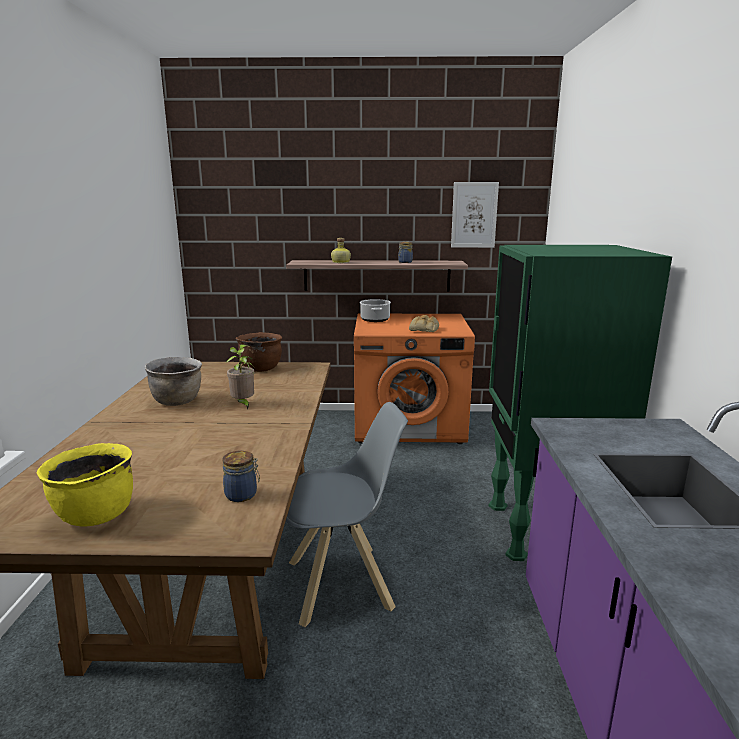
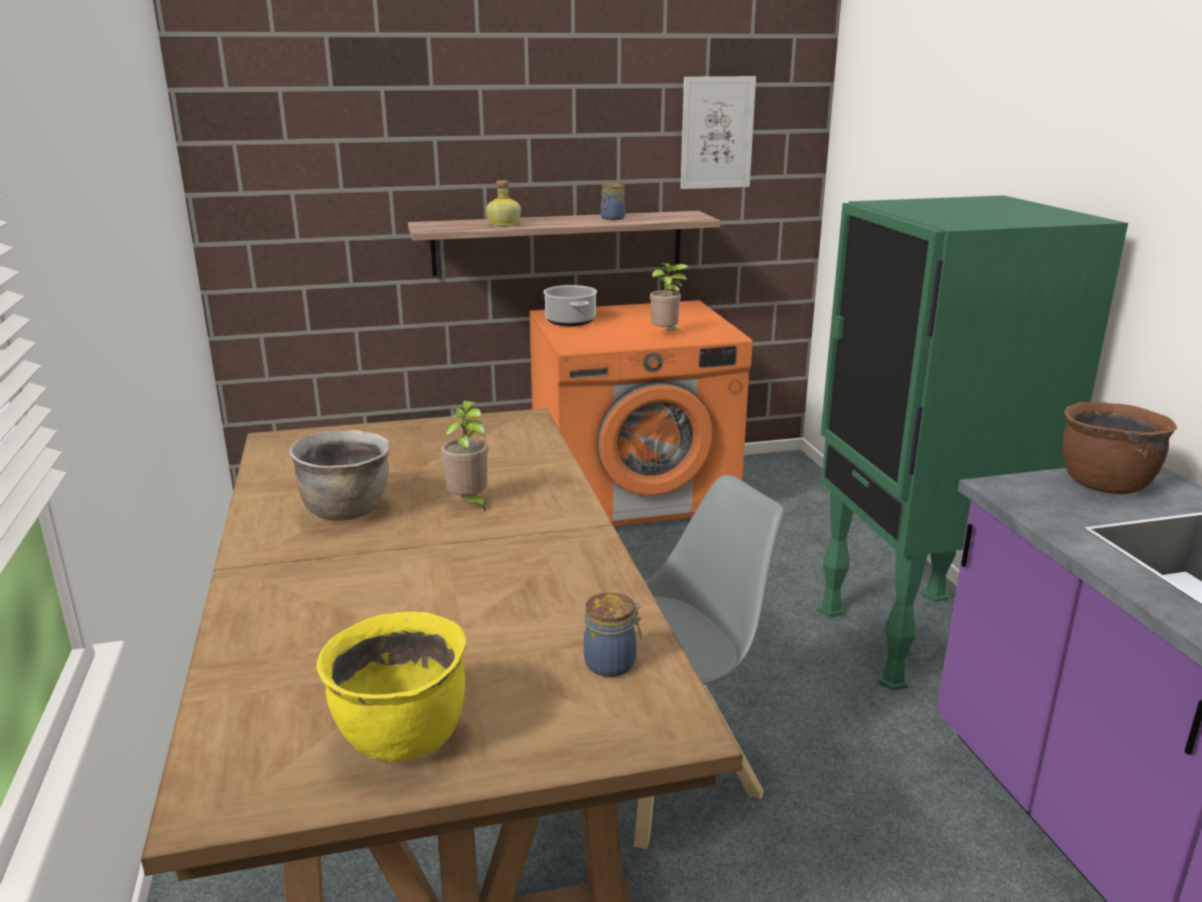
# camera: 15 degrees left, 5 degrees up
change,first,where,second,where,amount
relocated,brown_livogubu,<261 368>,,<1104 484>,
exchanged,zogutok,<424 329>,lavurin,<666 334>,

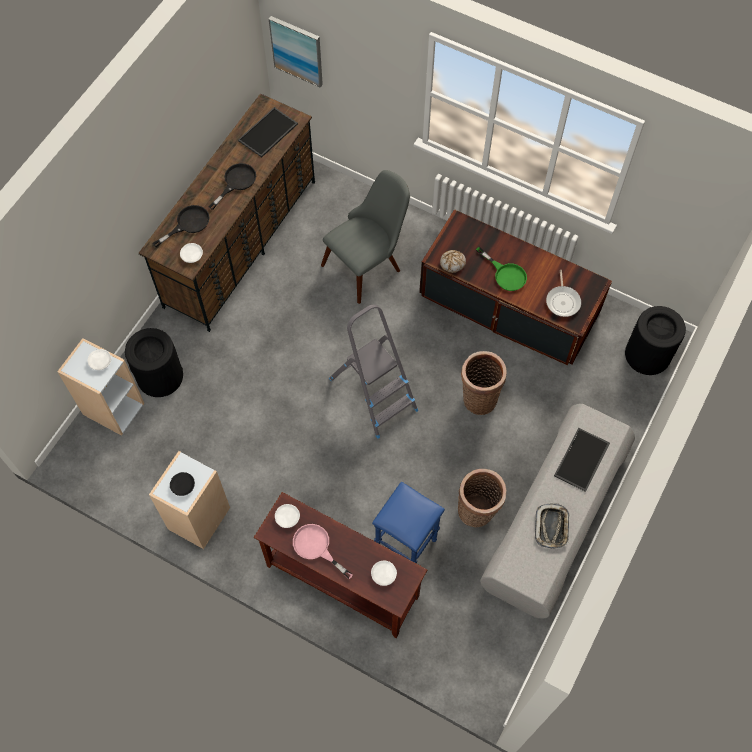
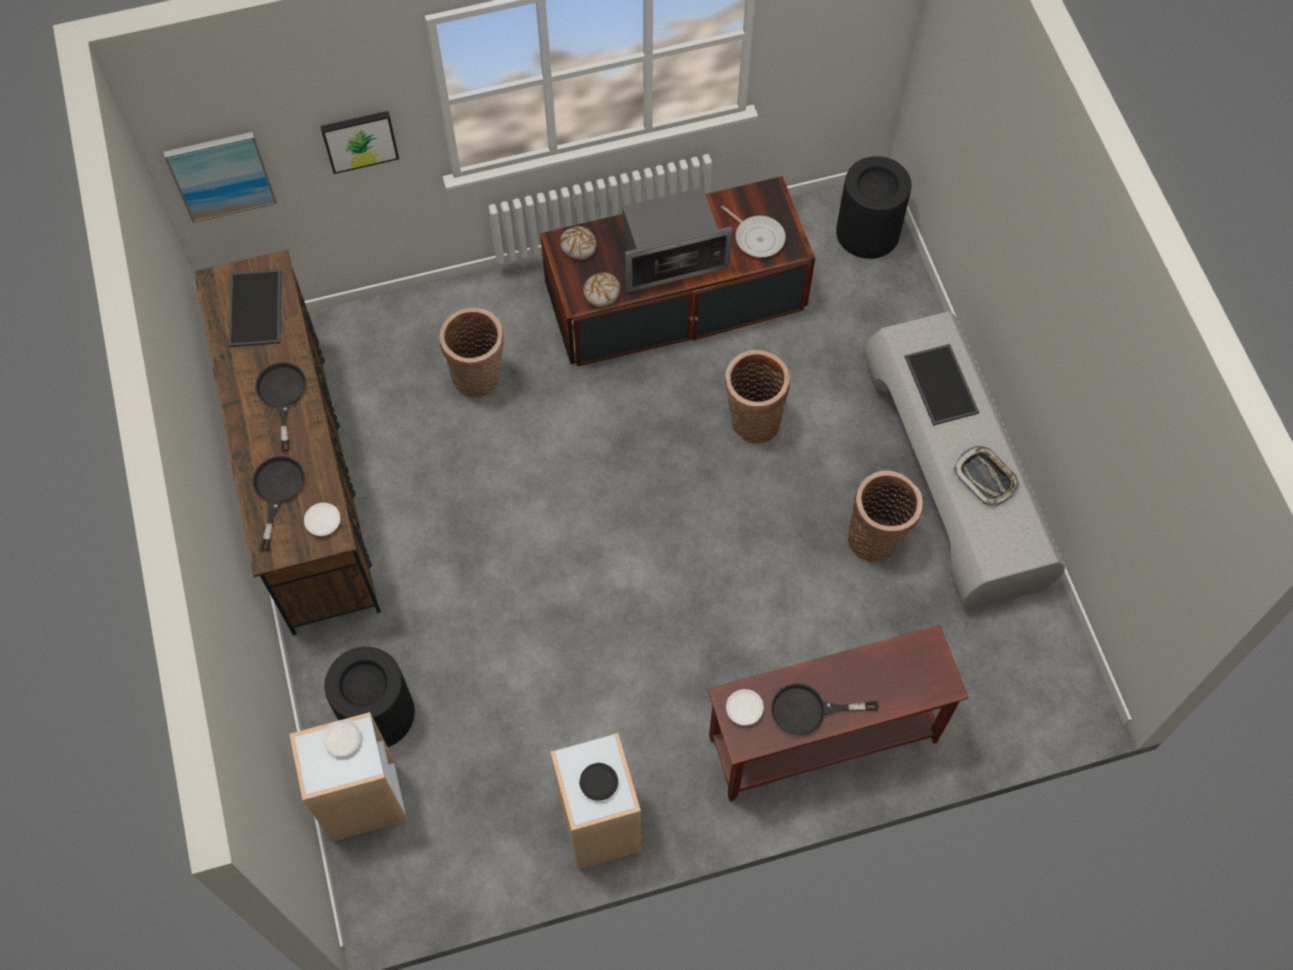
# camera: 45 degrees left, 0 degrees up
change,first,where,second,where,amount
missing,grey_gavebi,<373 395>,,,
missing,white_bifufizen,<384 574>,,,
missing,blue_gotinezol,<406 546>,,,
appeared,,,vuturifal,<359 140>,
appeared,,,zogutok,<578 246>,
exchanged,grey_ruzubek,<368 262>,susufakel,<479 379>,
exchanged,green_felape,<506 274>,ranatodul,<670 258>,
colour,pink_felape,<316 547>,black_felape,<808 710>,

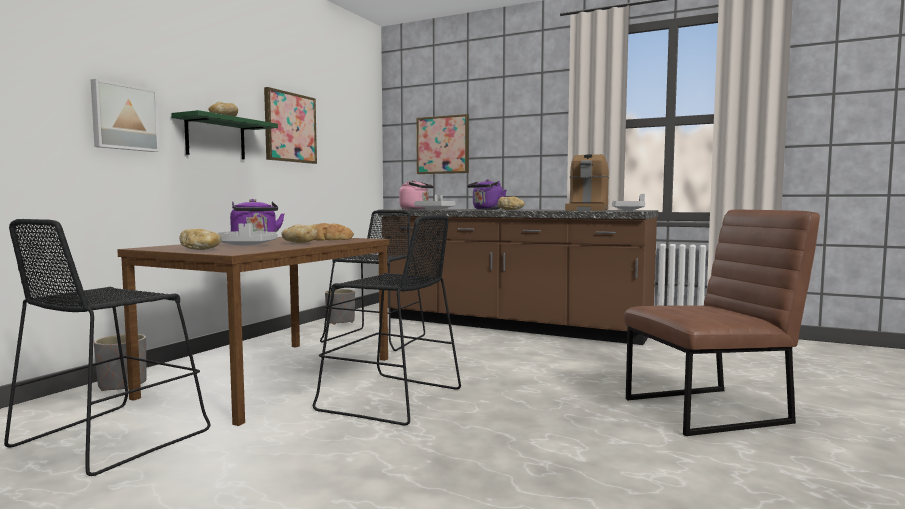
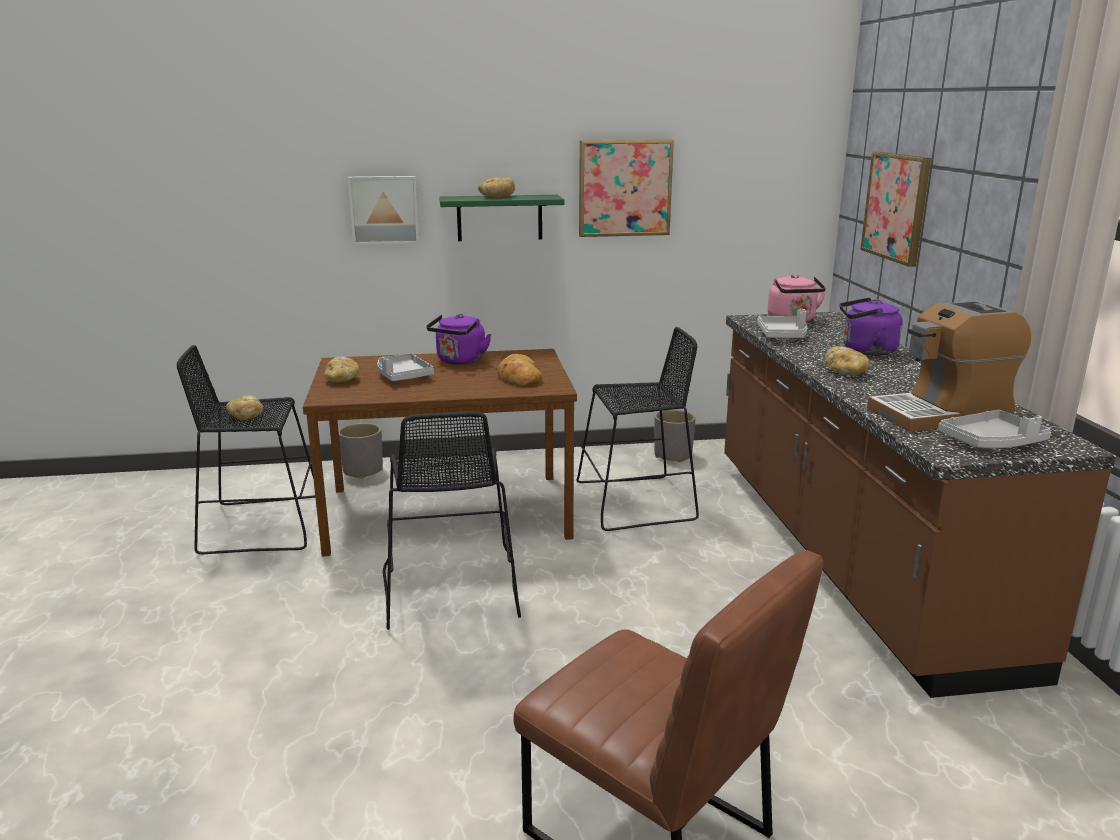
# camera: 55 degrees right, 15 degrees up
change,first,where,second,where,amount
relocated,zogutok,<298 242>,,<246 417>,

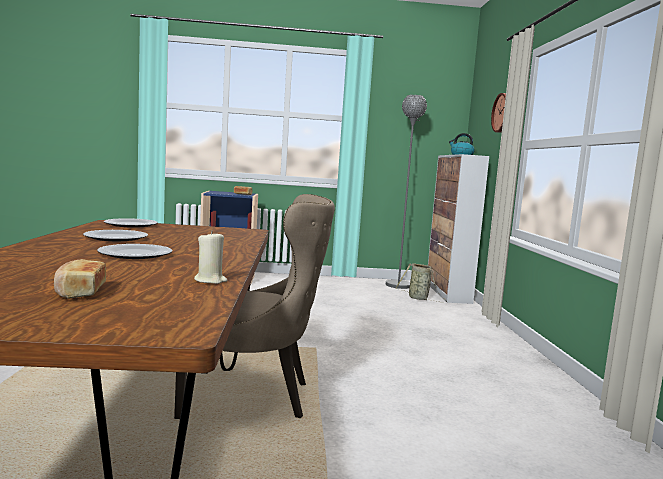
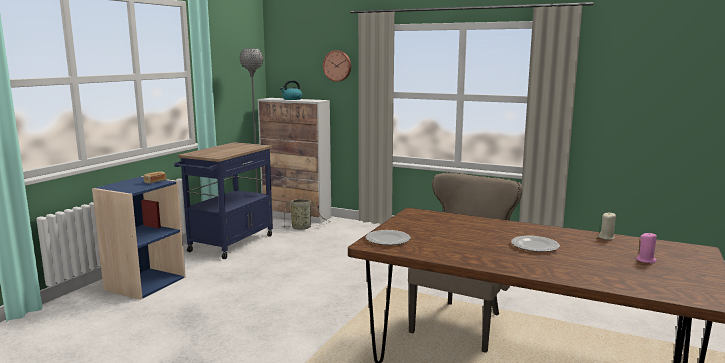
# camera: 60 degrees left, 5 degrees up
change,first,where,second,where,amount
missing,bifufizen,<115 238>,,,
appeared,,,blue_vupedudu,<229 244>,
exchanged,zogutok,<79 292>,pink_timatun,<646 260>,

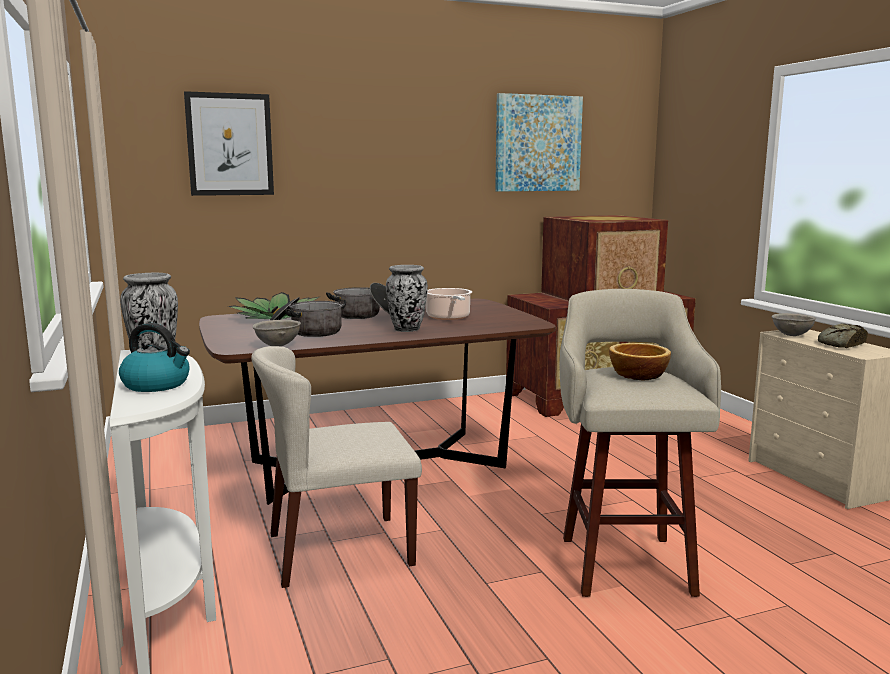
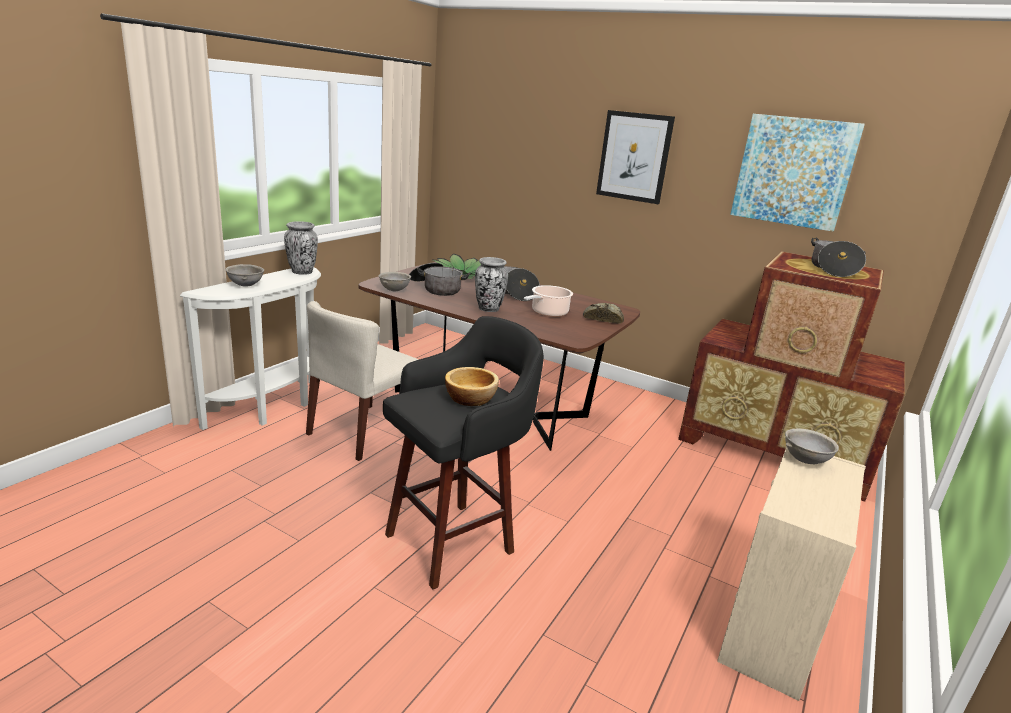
# camera: 50 degrees right, 10 degrees up
change,first,where,second,where,amount
appeared,,,livogubu,<833 269>,
relocated,vuturifal,<230 144>,,<634 157>,
relocated,zogutok,<841 344>,,<602 318>,
exchanged,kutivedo,<157 385>,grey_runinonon,<246 285>,
colour,beige_gotinezol,<625 562>,black_gotinezol,<454 542>,
spun,beige_ruzubek,<339 550>,,<363 431>,90 degrees counterclockwise

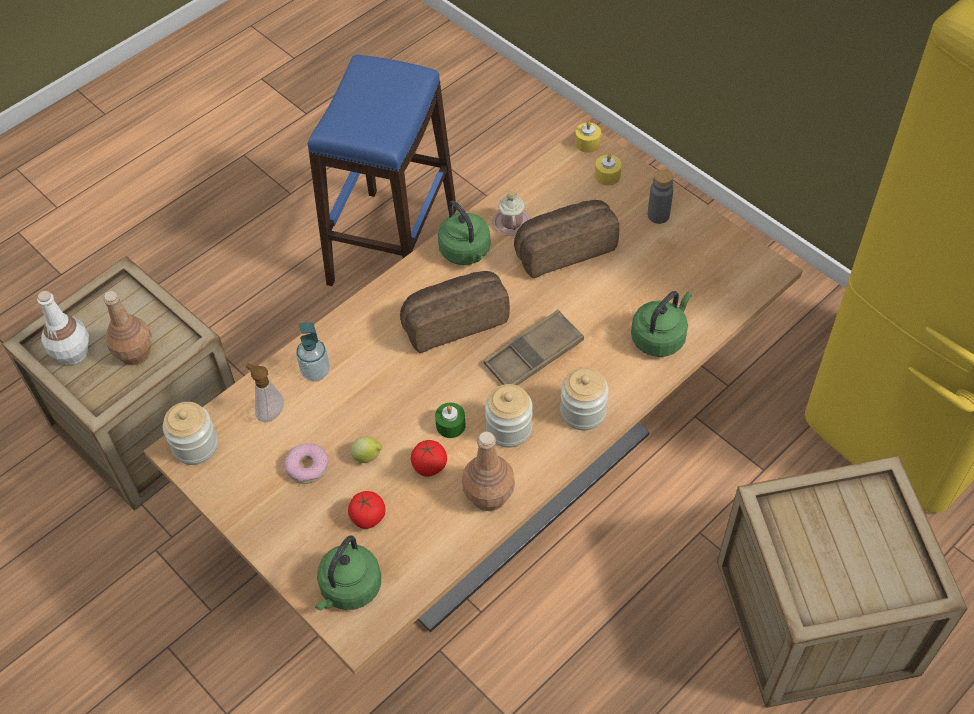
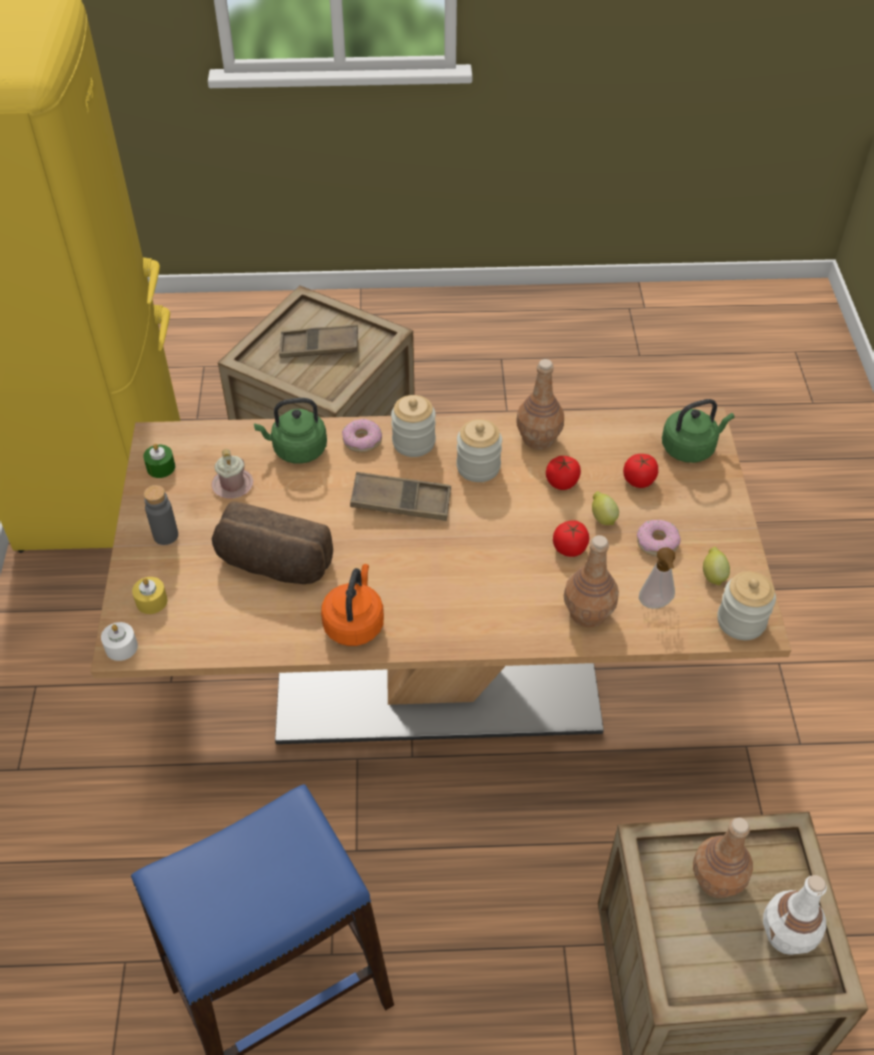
# camera: 140 degrees left, 5 degrees down
change,first,where,second,where,amount
missing,zogutok,<454 320>,,,
appeared,,,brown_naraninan,<319 346>,
appeared,,,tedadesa,<362 440>,
appeared,,,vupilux,<570 548>,
appeared,,,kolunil,<713 575>,
relocated,green_timatun,<450 425>,,<161 467>,
relocated,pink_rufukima,<511 223>,,<232 485>,
exchanged,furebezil,<315 371>,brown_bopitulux,<587 612>,
colour,green_kutivedo,<466 252>,orange_kutivedo,<354 623>,
colour,yellow_timatun,<587 143>,white_timatun,<121 647>,

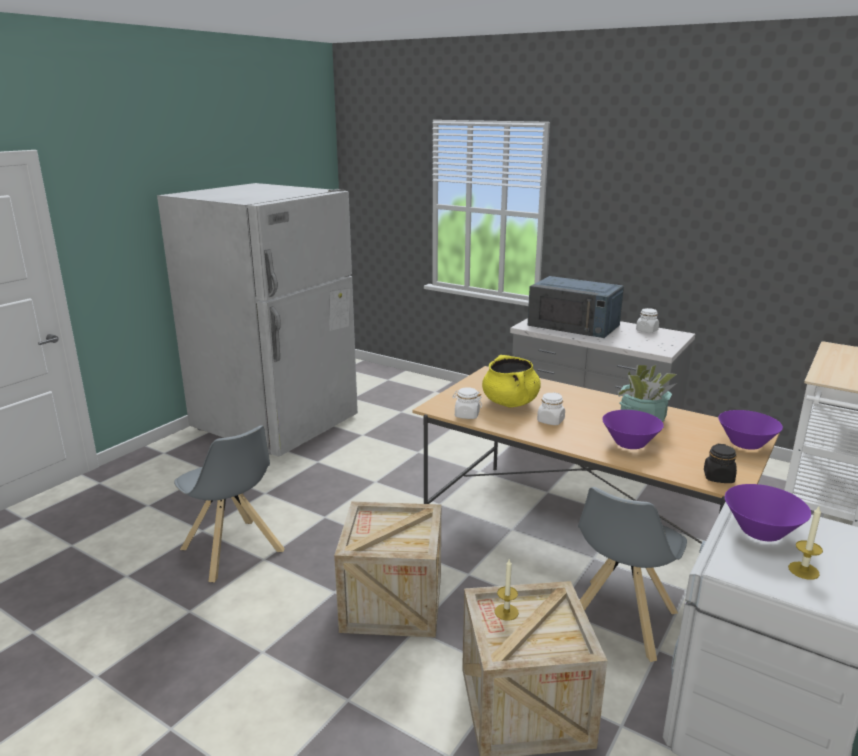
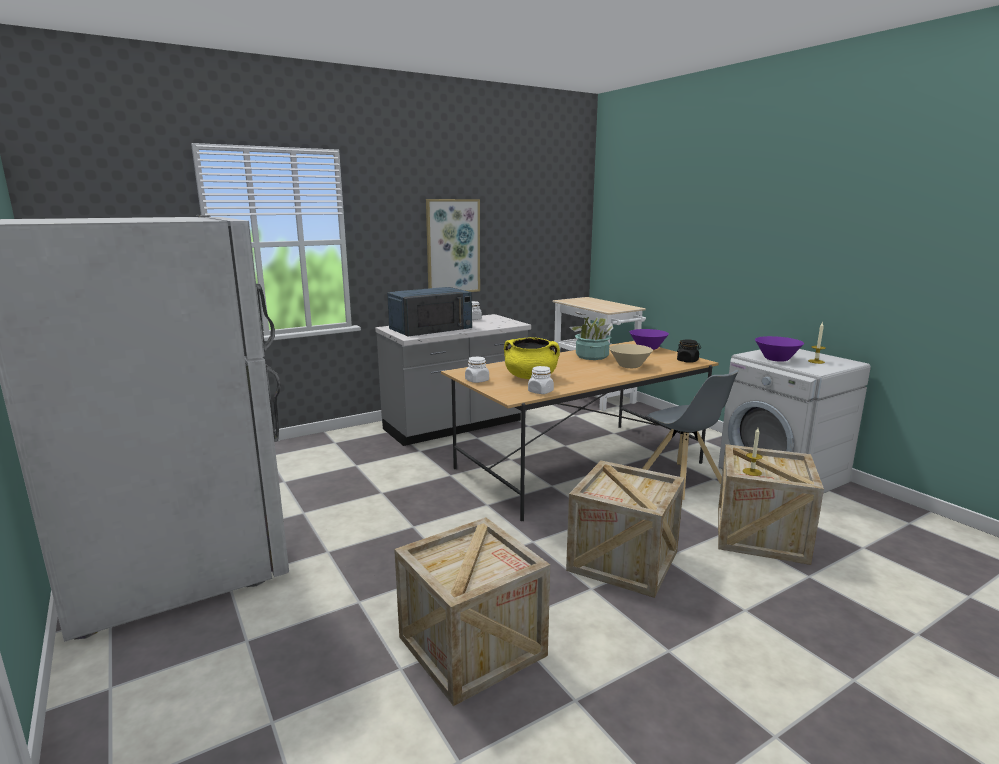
# camera: 65 degrees left, 5 degrees down
change,first,where,second,where,amount
appeared,,,vuturifal,<453 247>,
relocated,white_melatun,<550 421>,,<477 380>,
exchanged,grey_ruzubek,<233 551>,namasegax,<472 646>,
colour,purple_runinonon,<630 444>,beige_runinonon,<629 366>,

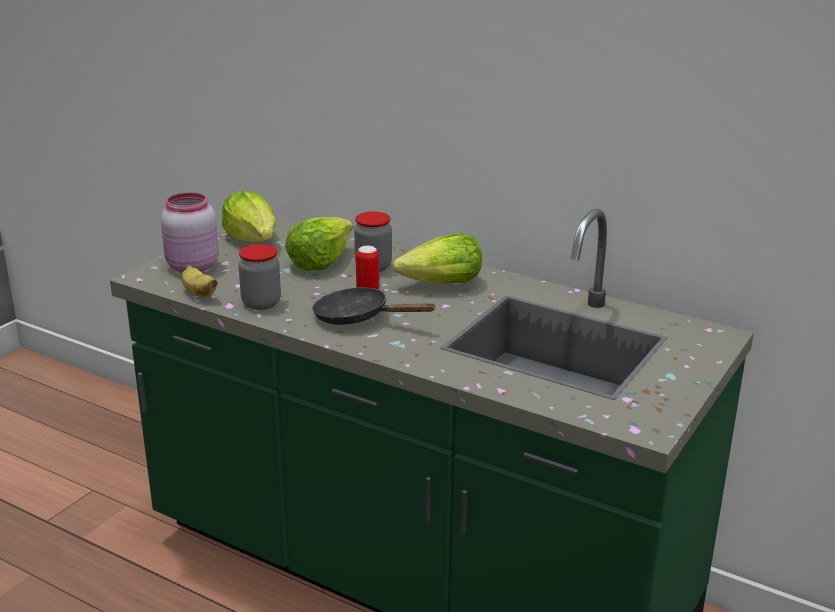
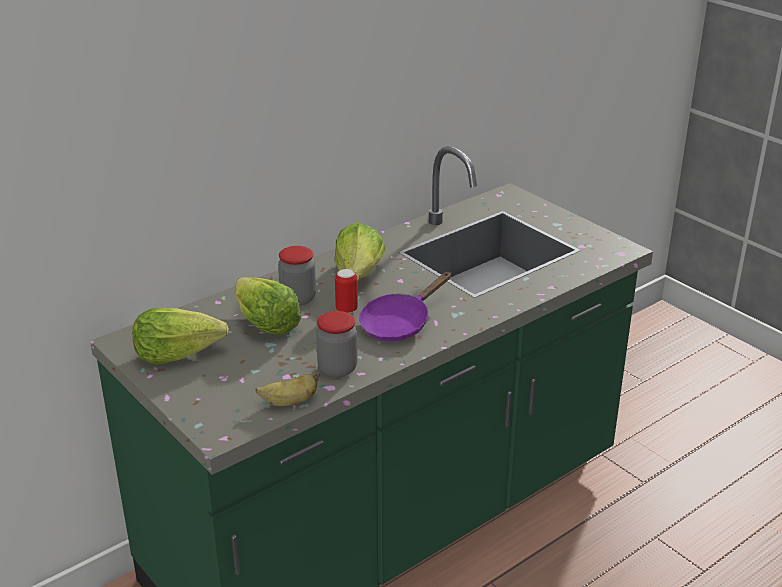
# camera: 70 degrees left, 5 degrees up
change,first,where,second,where,amount
missing,pink_melatun,<191 266>,,,
colour,black_felape,<358 318>,purple_felape,<399 323>,

